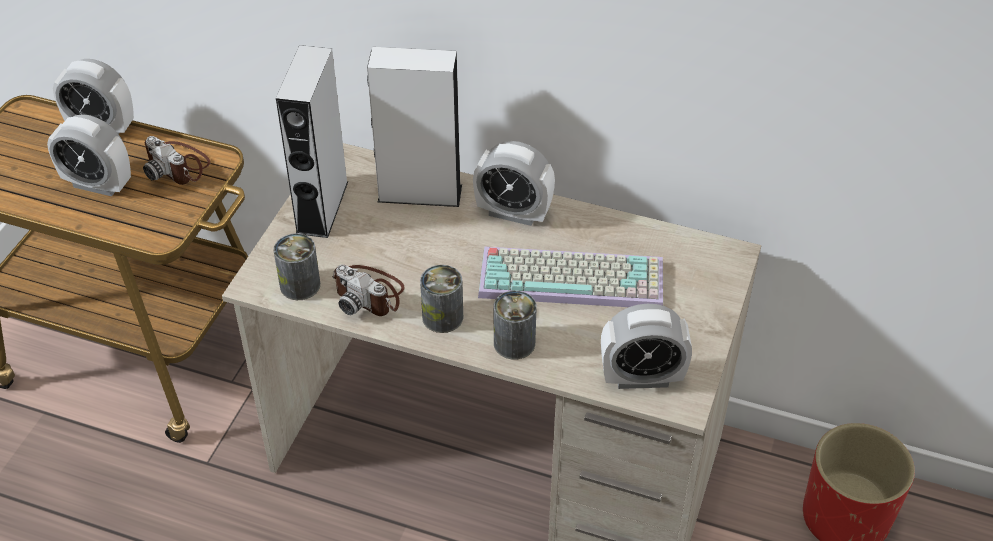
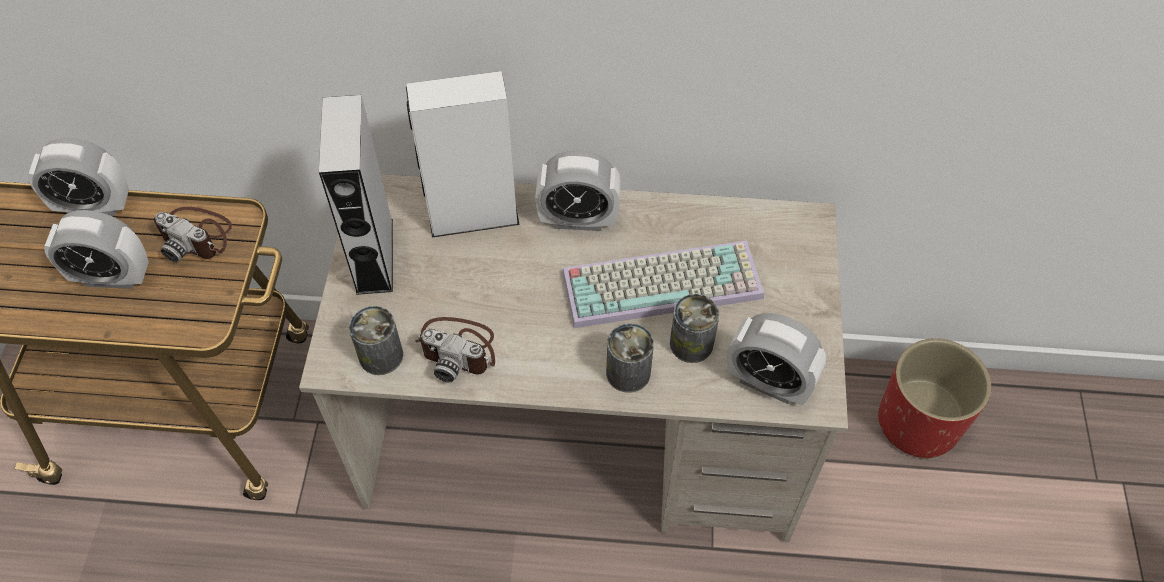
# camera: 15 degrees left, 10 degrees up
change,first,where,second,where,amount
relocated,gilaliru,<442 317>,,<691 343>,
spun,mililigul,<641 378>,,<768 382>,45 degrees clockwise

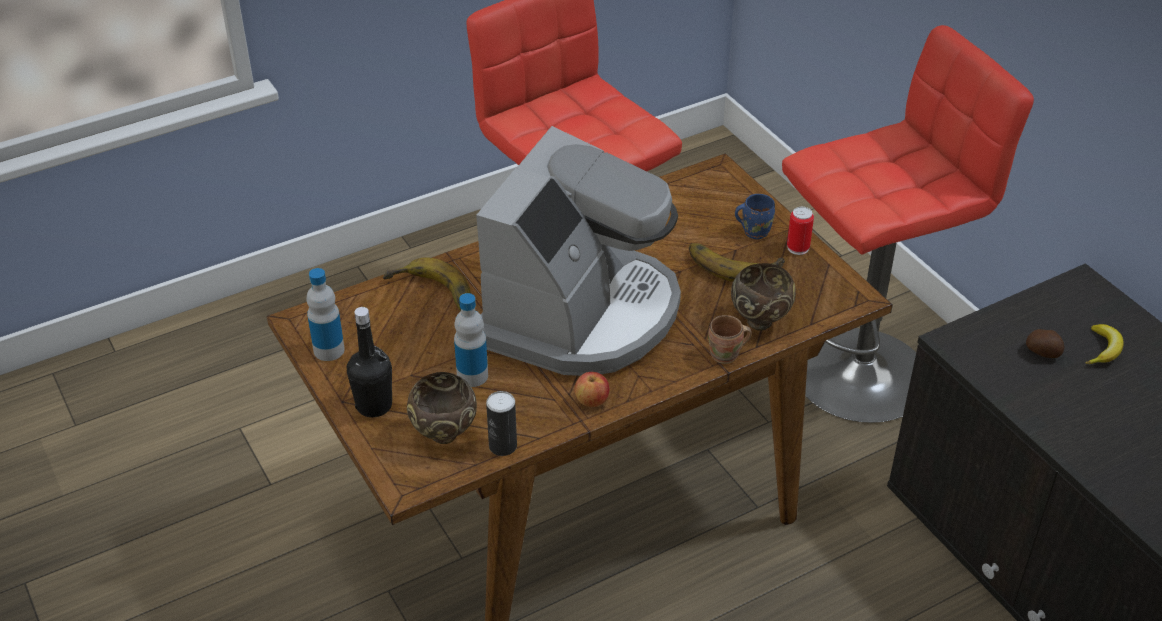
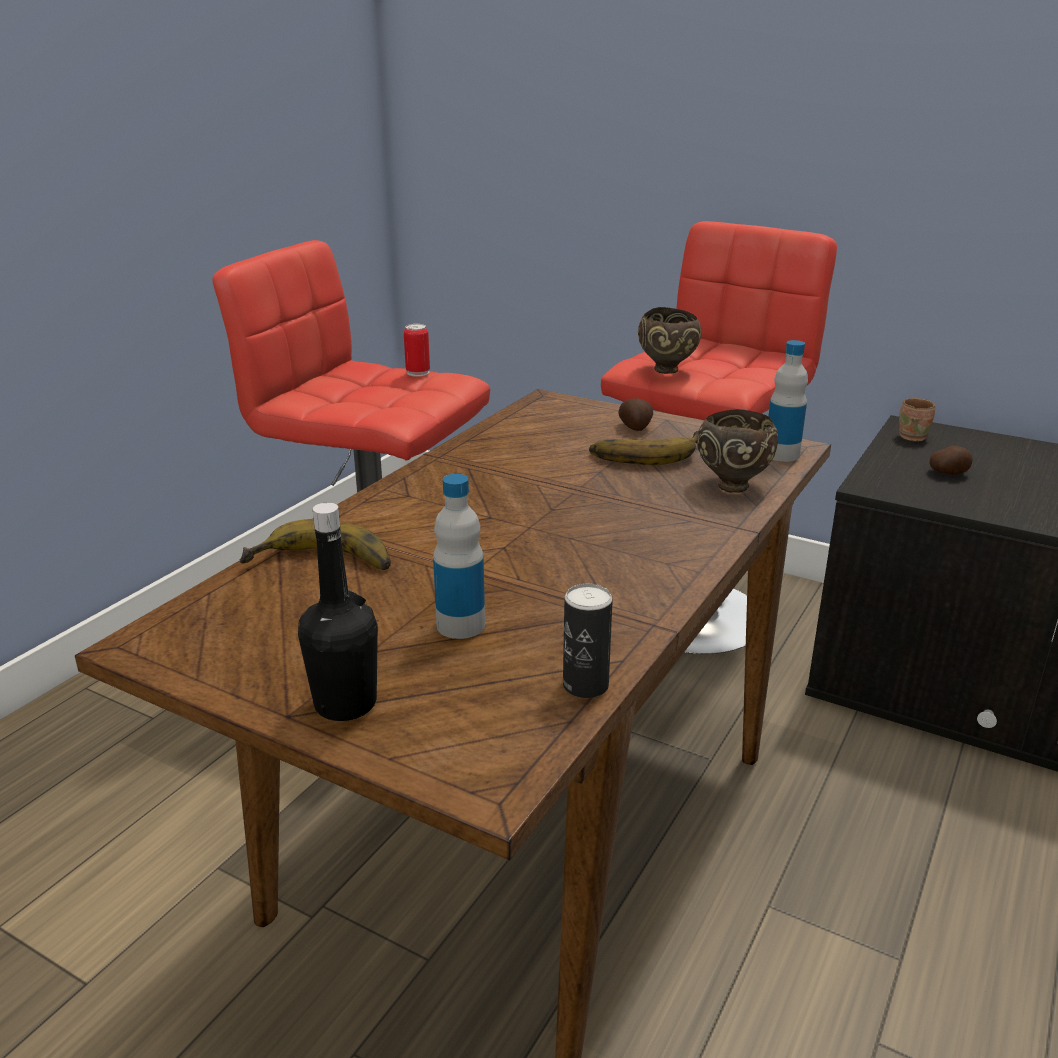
# camera: 30 degrees left, 15 degrees down
change,first,where,second,where,amount
missing,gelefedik,<582 314>,,,
missing,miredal,<591 401>,,,
missing,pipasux,<1103 349>,,,
relocated,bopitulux,<329 350>,,<781 454>,
relocated,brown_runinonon,<444 436>,,<667 370>,
relocated,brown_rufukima,<726 356>,,<915 437>,
relocated,gilaliru,<798 248>,,<418 372>,
exchanged,blue_rufukima,<754 231>,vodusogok,<635 428>,

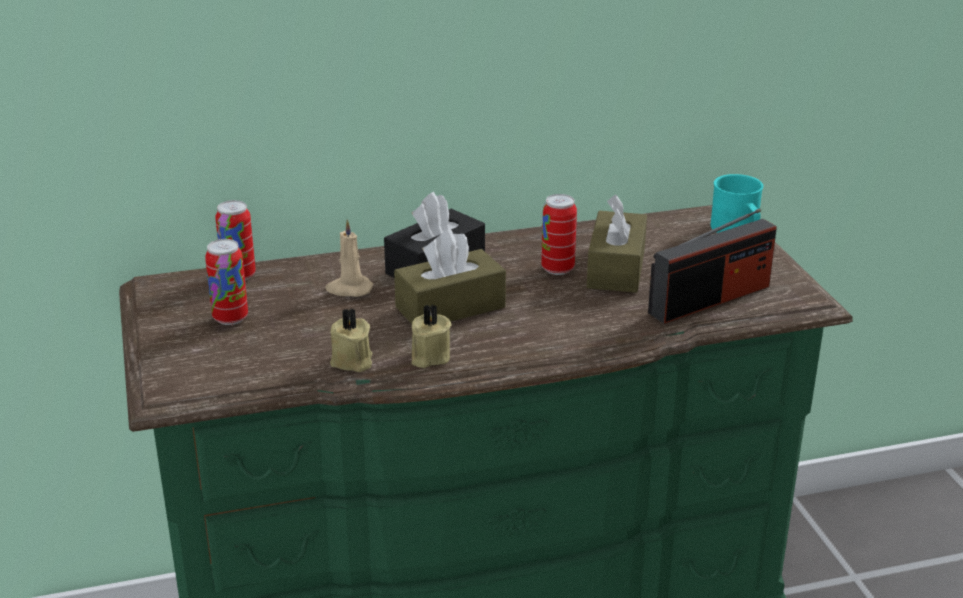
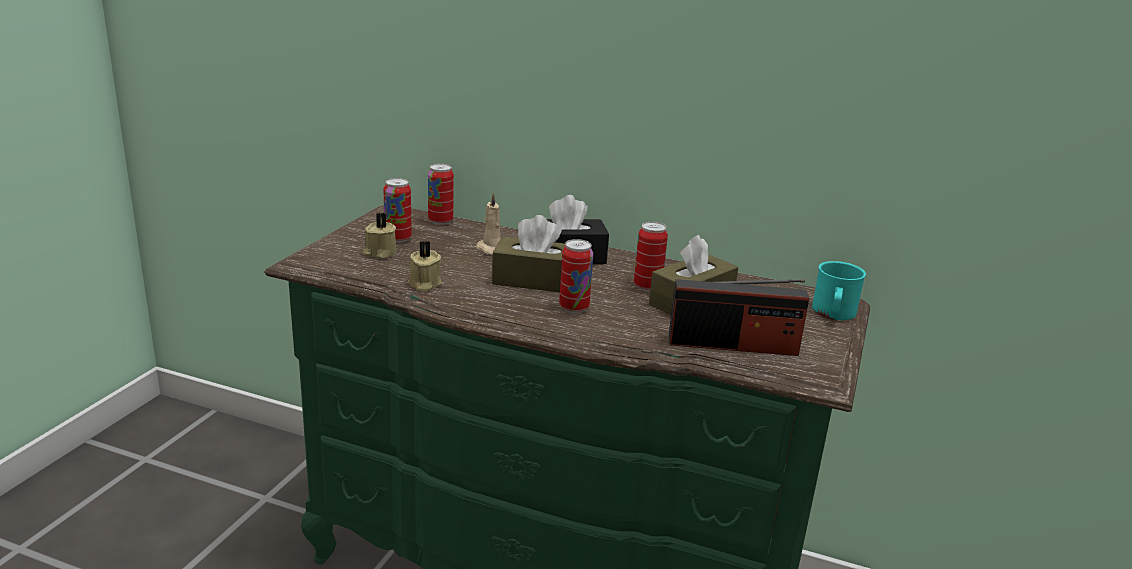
# camera: 35 degrees right, 5 degrees down
change,first,where,second,where,amount
appeared,,,gilaliru,<574 308>,
relocated,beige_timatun,<429 357>,,<380 253>,

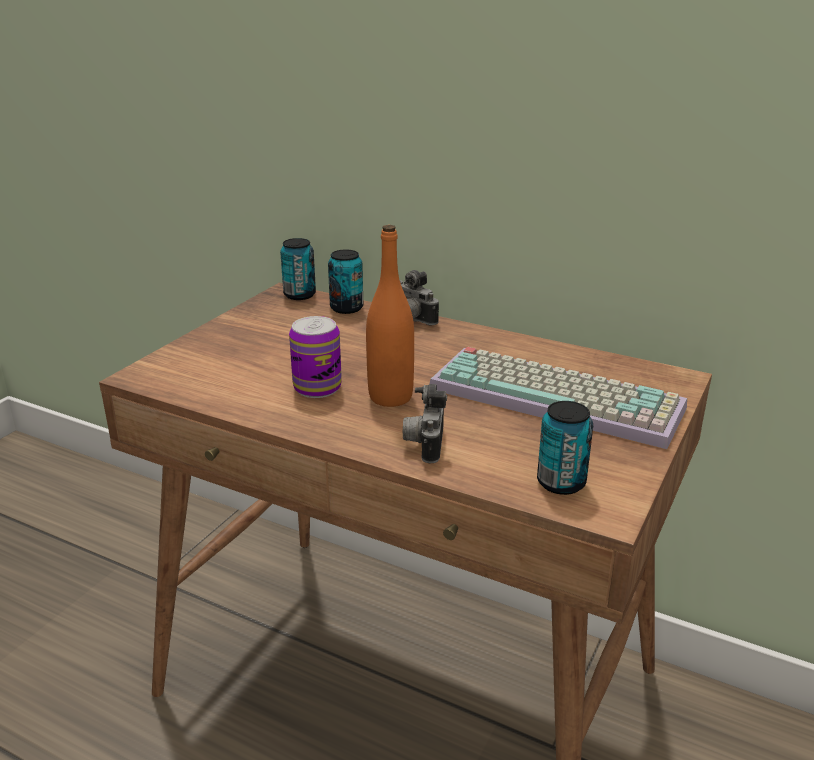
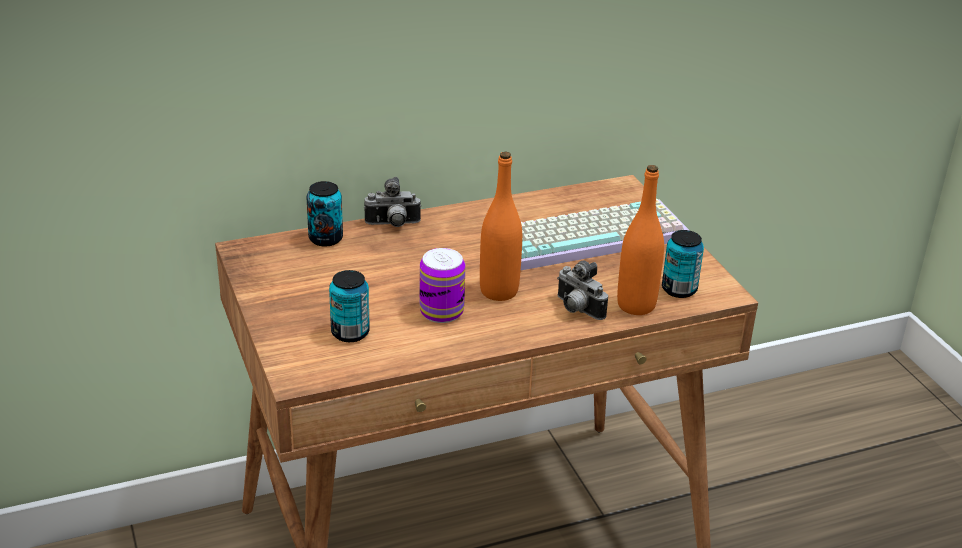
# camera: 50 degrees left, 5 degrees up
change,first,where,second,where,amount
appeared,,,orange_bopitulux,<636 305>,
relocated,gilaliru,<299 295>,,<350 333>,

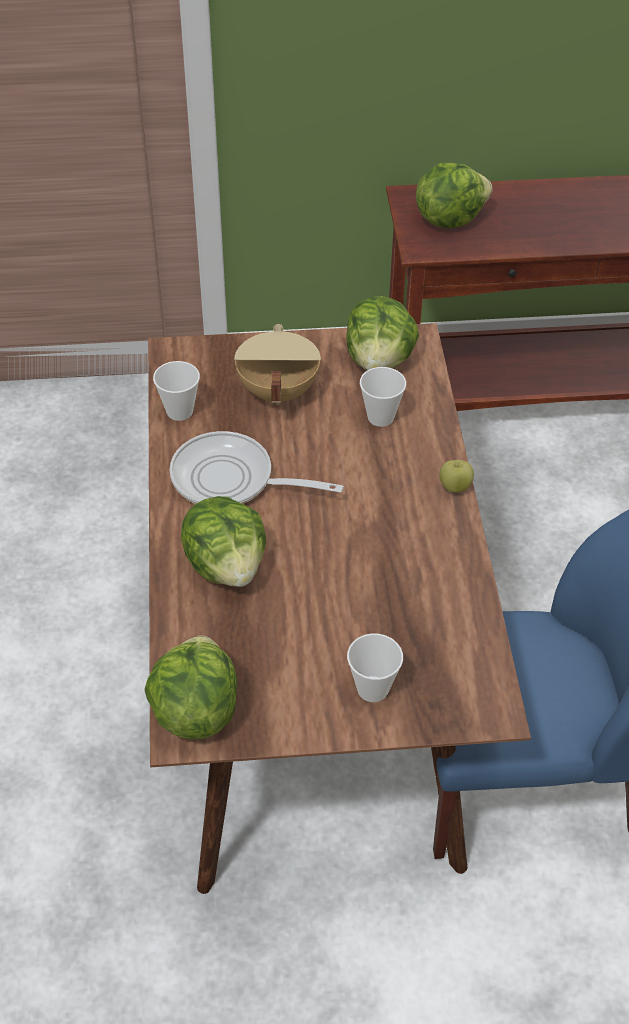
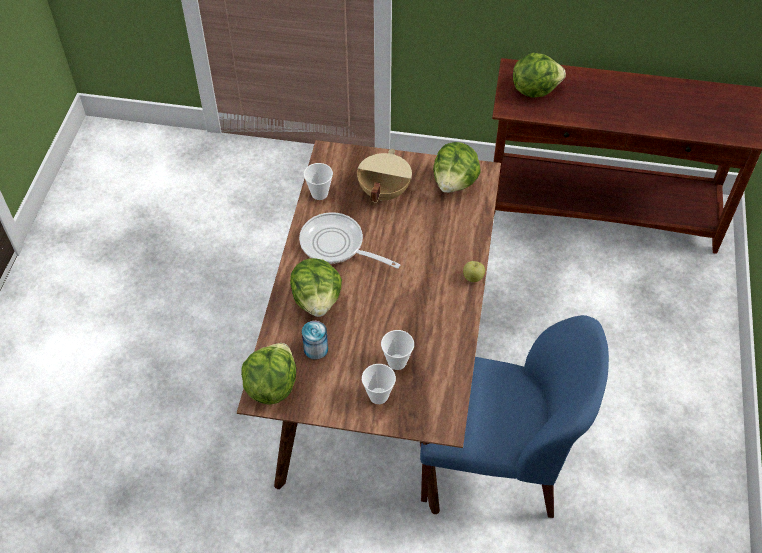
# camera: 15 degrees right, 5 degrees up
change,first,where,second,where,amount
appeared,,,gilaliru,<316 349>,
relocated,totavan,<380 417>,,<397 362>,

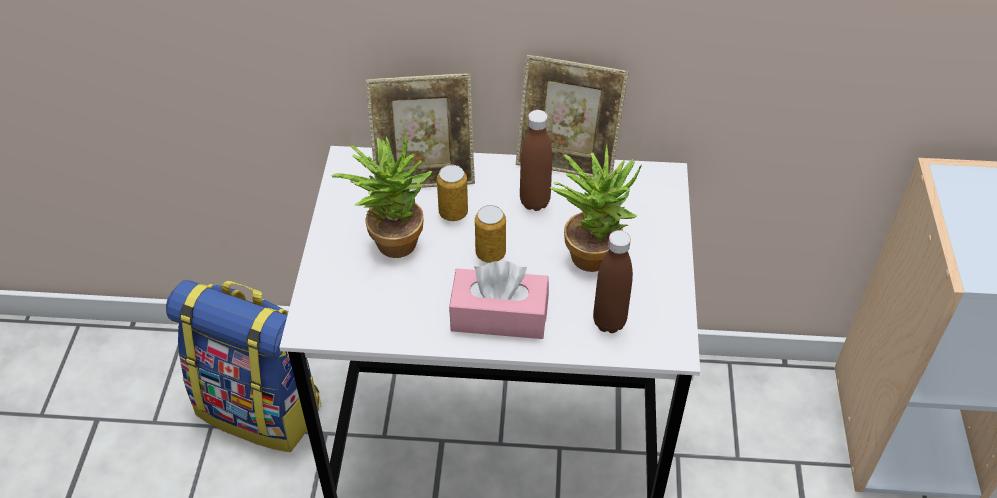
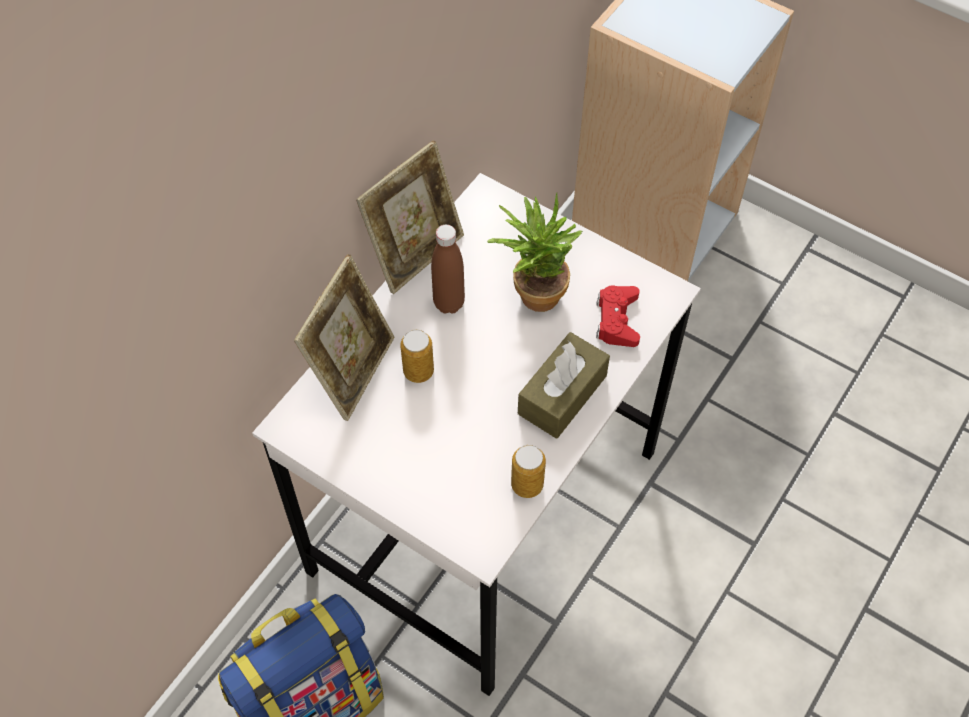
# camera: 60 degrees left, 10 degrees up
change,first,where,second,where,amount
missing,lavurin,<391 238>,,,
relocated,gilaliru,<490 253>,,<527 485>,
exchanged,brown_bopitulux,<609 322>,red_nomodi,<617 320>,
colour,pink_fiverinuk,<499 316>,brown_fiverinuk,<562 394>,

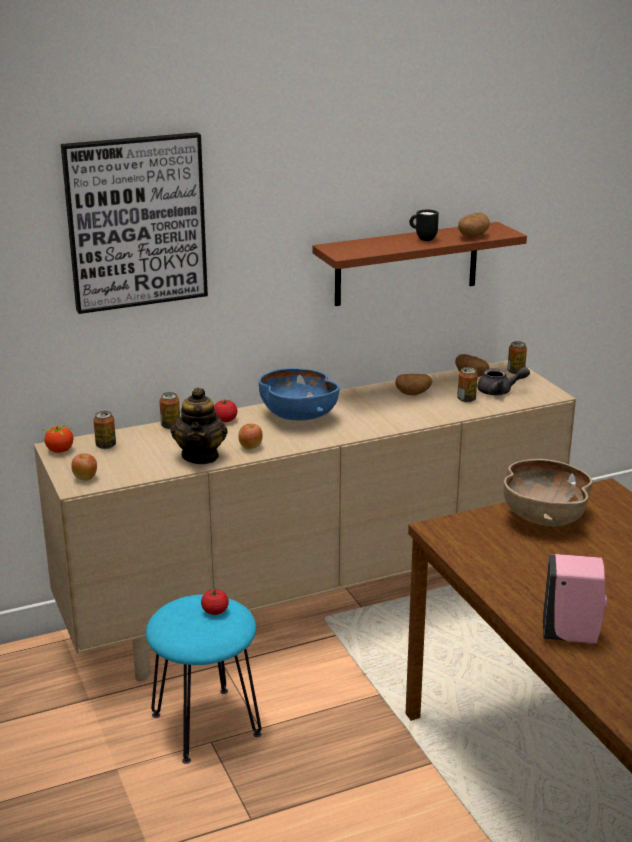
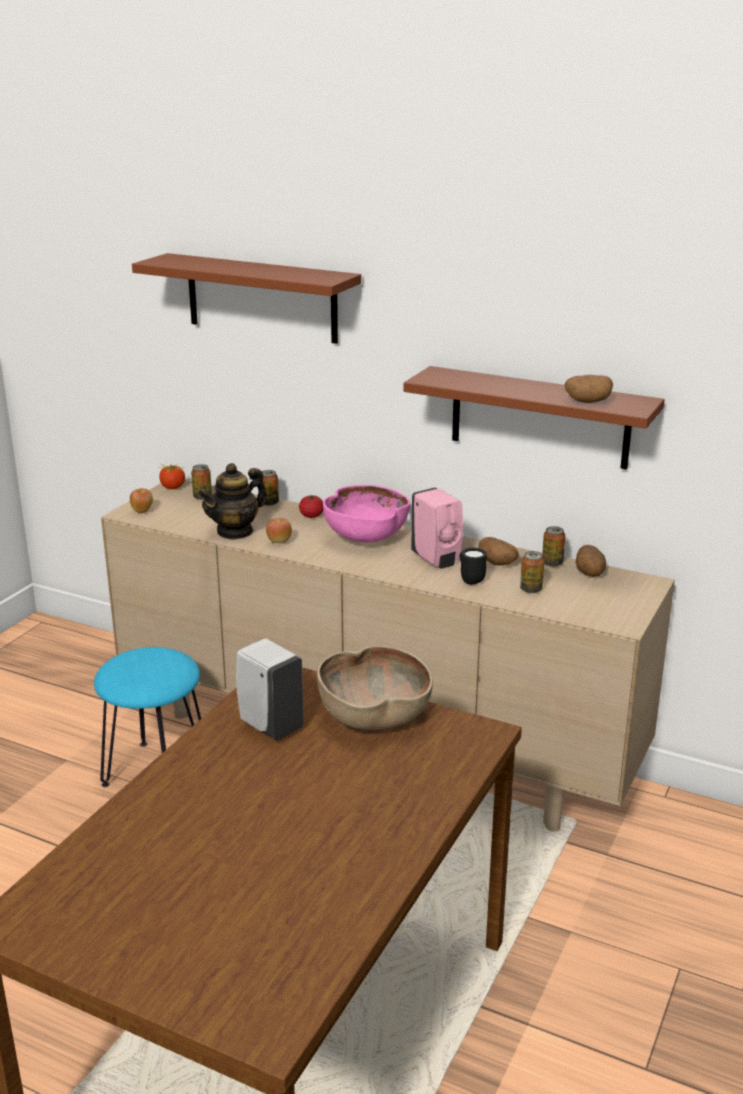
# camera: 50 degrees right, 0 degrees up
change,first,where,second,where,amount
missing,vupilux,<215 611>,,,
missing,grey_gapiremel,<499 391>,,,
appeared,,,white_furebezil,<269 725>,
relocated,black_rufukima,<423 239>,,<470 580>,
relocated,gilaliru,<516 372>,,<552 563>,
relocated,pink_furebezil,<572 635>,,<436 560>,
exchanged,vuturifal,<136 222>,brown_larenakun,<261 298>,
colour,blue_runinonon,<298 416>,pink_runinonon,<365 537>,

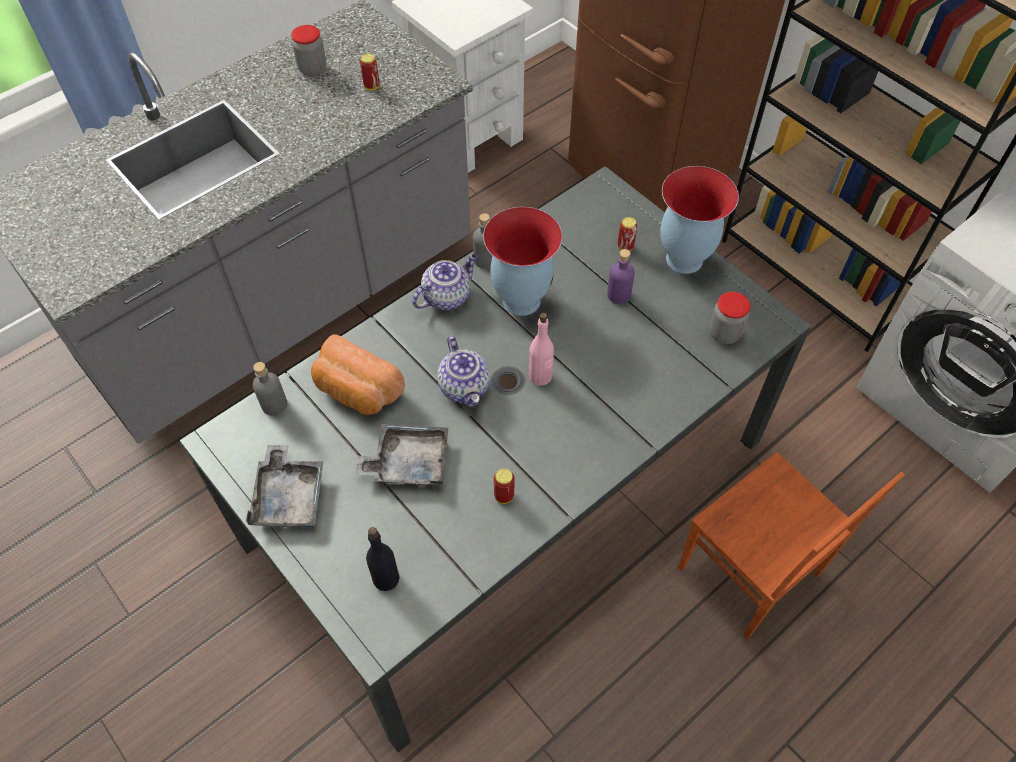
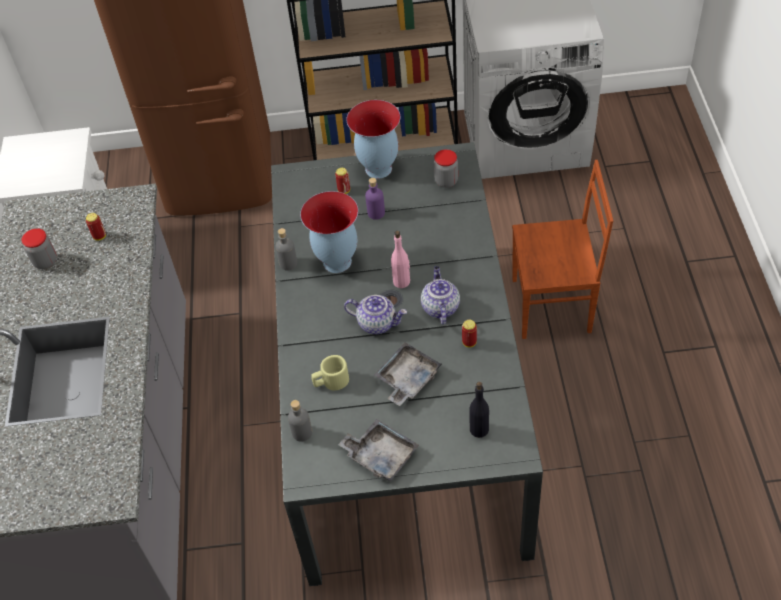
# camera: 50 degrees left, 5 degrees down
change,first,where,second,where,amount
relocated,gapiremel,<447 296>,,<440 307>,
exchanged,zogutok,<356 391>,beige_rufukima,<331 382>,

